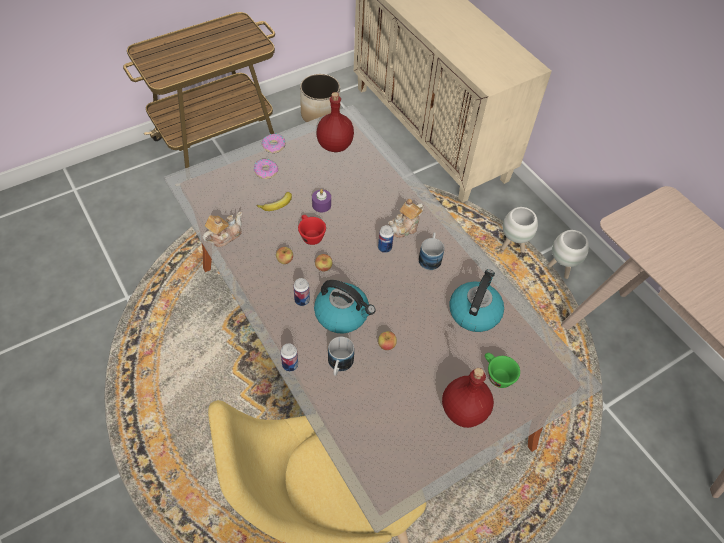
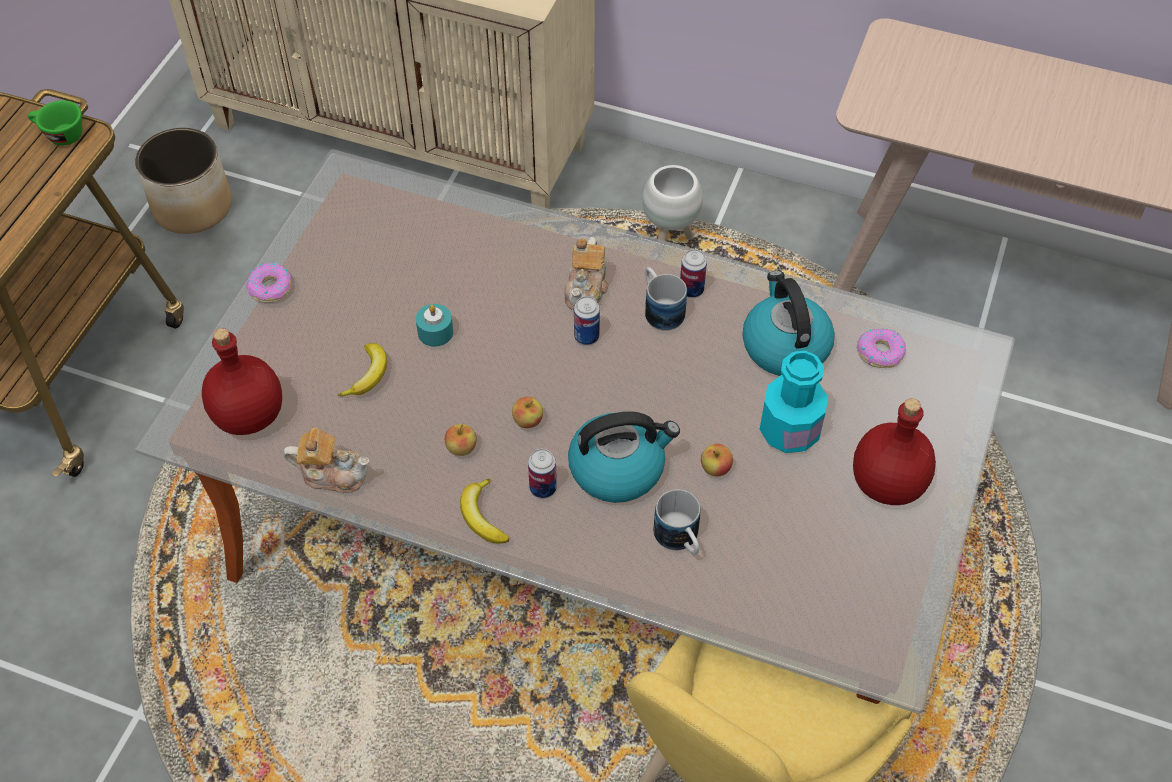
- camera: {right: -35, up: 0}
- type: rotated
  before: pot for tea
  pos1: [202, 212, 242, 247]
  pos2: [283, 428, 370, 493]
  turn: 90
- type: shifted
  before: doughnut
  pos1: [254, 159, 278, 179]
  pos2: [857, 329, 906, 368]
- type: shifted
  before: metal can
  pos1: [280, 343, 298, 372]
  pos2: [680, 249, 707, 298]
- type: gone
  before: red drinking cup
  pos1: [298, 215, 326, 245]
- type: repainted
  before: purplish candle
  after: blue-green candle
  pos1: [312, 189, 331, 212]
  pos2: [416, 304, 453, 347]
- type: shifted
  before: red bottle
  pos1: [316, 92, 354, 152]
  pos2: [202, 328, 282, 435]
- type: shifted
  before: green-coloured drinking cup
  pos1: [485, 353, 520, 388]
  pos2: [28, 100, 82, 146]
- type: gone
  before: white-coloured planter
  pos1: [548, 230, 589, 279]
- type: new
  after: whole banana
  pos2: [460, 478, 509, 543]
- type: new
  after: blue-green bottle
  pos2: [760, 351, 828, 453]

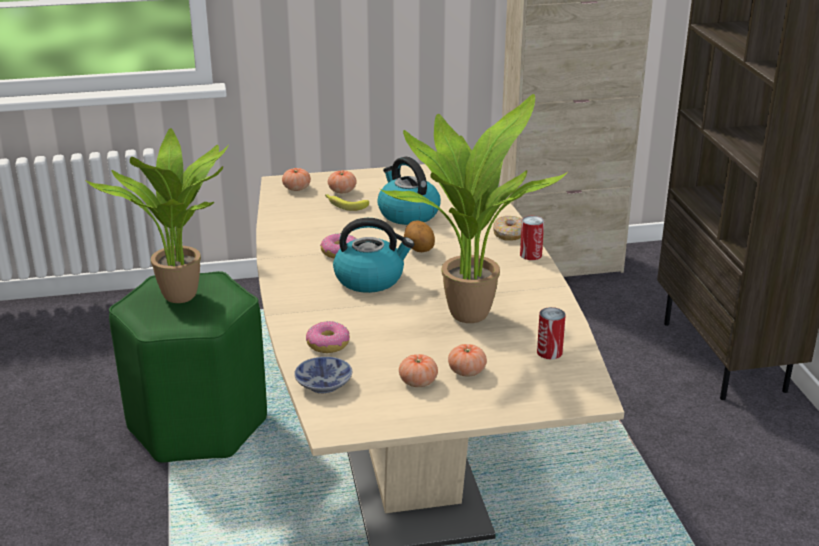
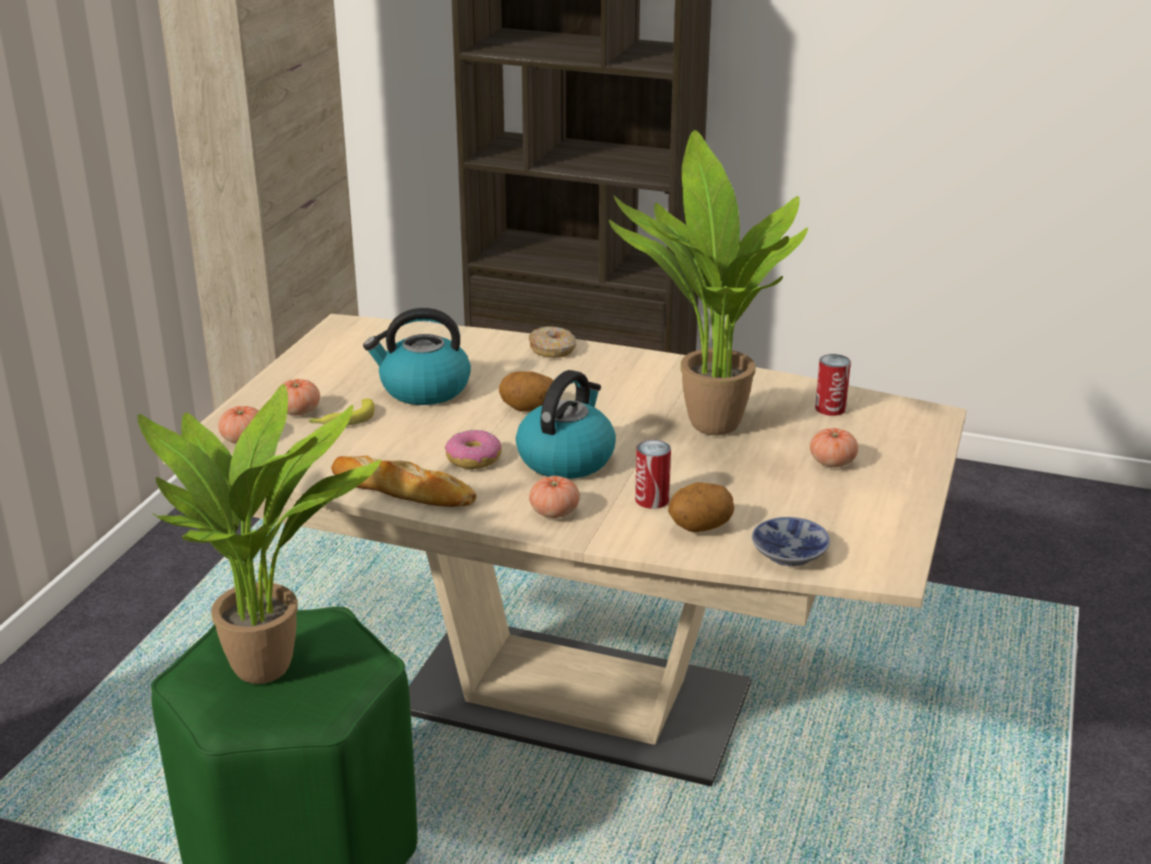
- camera: {right: -60, up: 0}
- type: swapped
  before: doughnut
  after: potato
  pos1: [306, 321, 350, 353]
  pos2: [668, 482, 734, 532]
- type: shifted
  before: whole tomato
  pos1: [399, 354, 438, 387]
  pos2: [529, 476, 580, 518]
- type: shifted
  before: metal can
  pos1: [520, 216, 544, 260]
  pos2: [635, 440, 671, 509]
- type: new
  after: baked bread
  pos2: [331, 455, 477, 507]

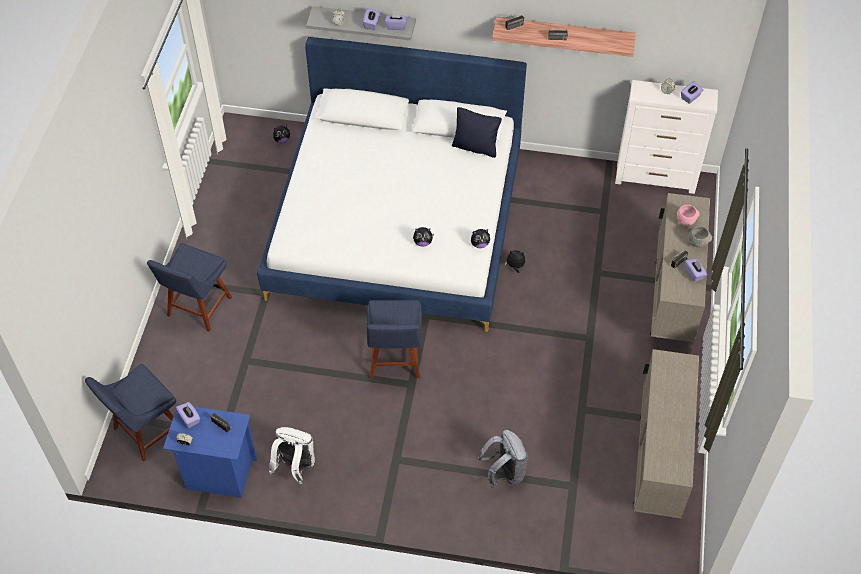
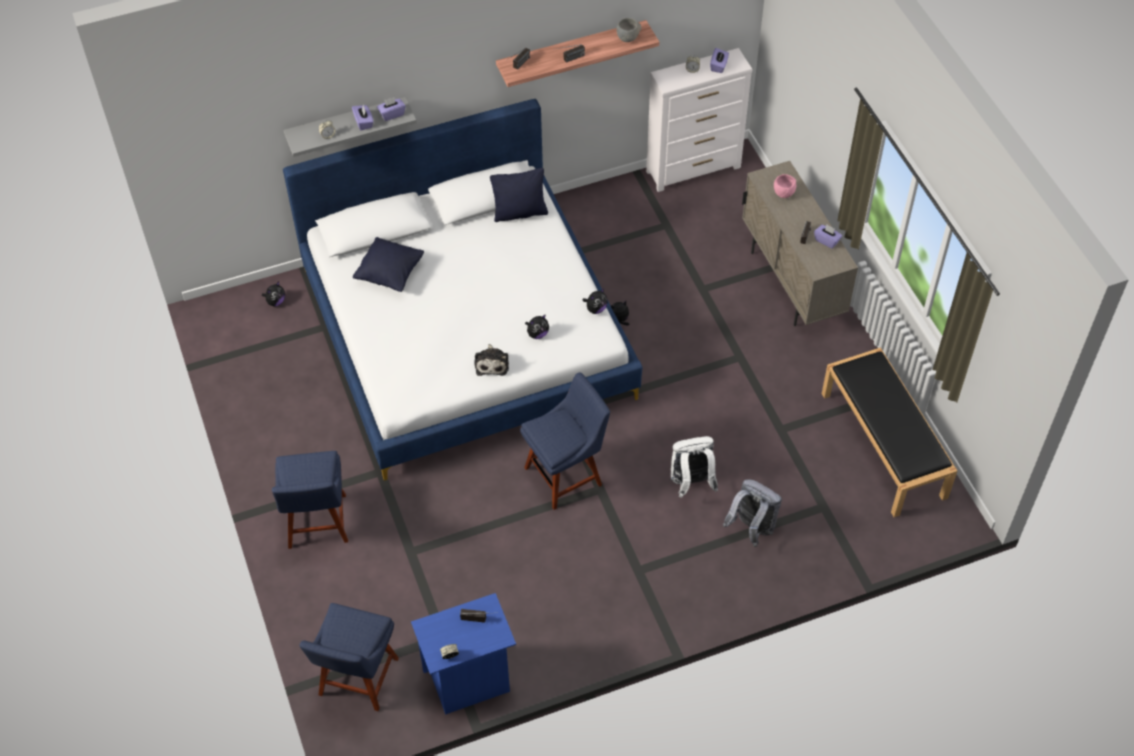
- camera: {right: -30, up: 0}
- type: gone
  before: purplish tissue holder
  pos1: [176, 402, 200, 428]
- type: shifted
  before: white-coloured backpack
  pos1: [269, 427, 315, 484]
  pos2: [670, 436, 719, 498]
- type: rotated
  before: blue chair
  pos1: [367, 300, 422, 379]
  pos2: [520, 372, 610, 510]
  turn: -90
- type: swapped
  before: sand-coloured storage cabinet
  after: blackish bench
  pos1: [633, 349, 699, 518]
  pos2: [822, 347, 957, 517]
- type: shifted
  before: grey deep dish
  pos1: [689, 226, 712, 248]
  pos2: [616, 18, 641, 42]
- type: new
  after: blackish cushion
  pos2: [353, 237, 424, 292]
- type: new
  after: soft toy
  pos2: [474, 344, 509, 376]

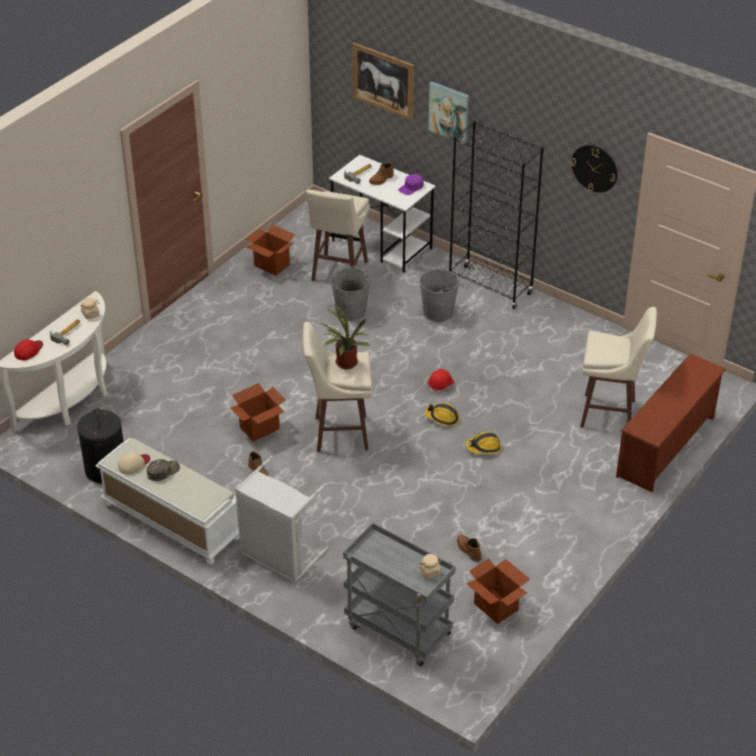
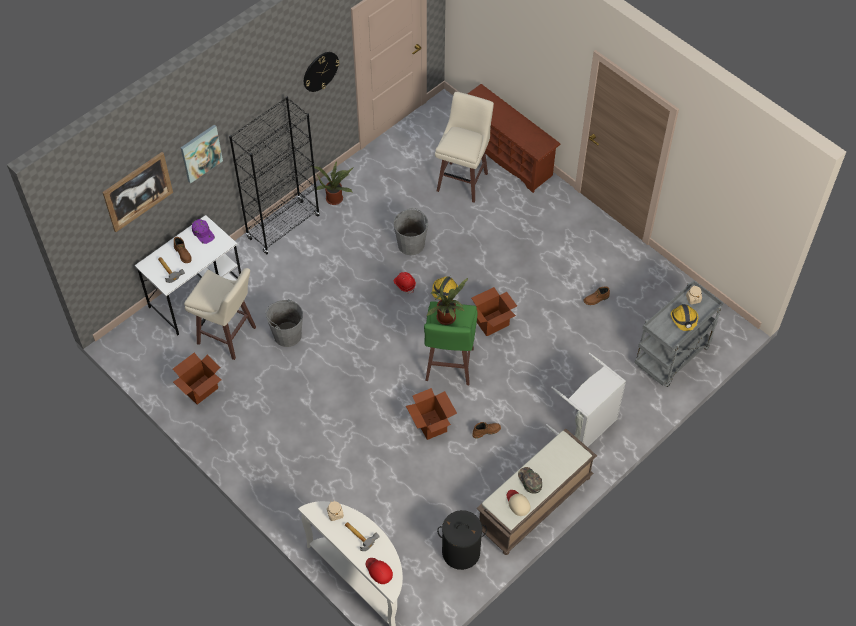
- camera: {right: -80, up: 15}
- type: repainted
  before: white-coloured bench
  after: brownish bench
  pos1: [96, 438, 239, 565]
  pos2: [476, 428, 597, 555]
- type: repainted
  before: sand-coloured sitting stool
  after: green-coloured sitting stool
  pos1: [303, 322, 372, 452]
  pos2: [424, 301, 477, 385]
- type: shifted
  before: grey bucket
  pos1: [420, 267, 461, 322]
  pos2: [393, 208, 428, 255]
- type: shifted
  before: hard hat
  pos1: [466, 432, 502, 454]
  pos2: [671, 304, 698, 331]
- type: shifted
  before: carton
  pos1: [466, 558, 530, 624]
  pos2: [471, 287, 517, 336]
- type: new
  after: houseplant
  pos2: [314, 161, 354, 205]

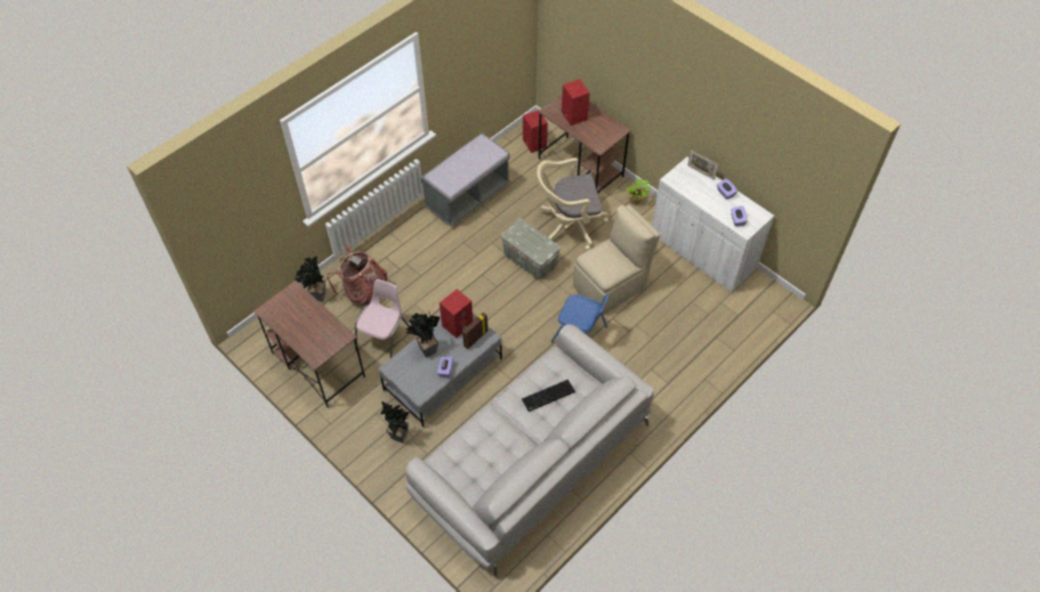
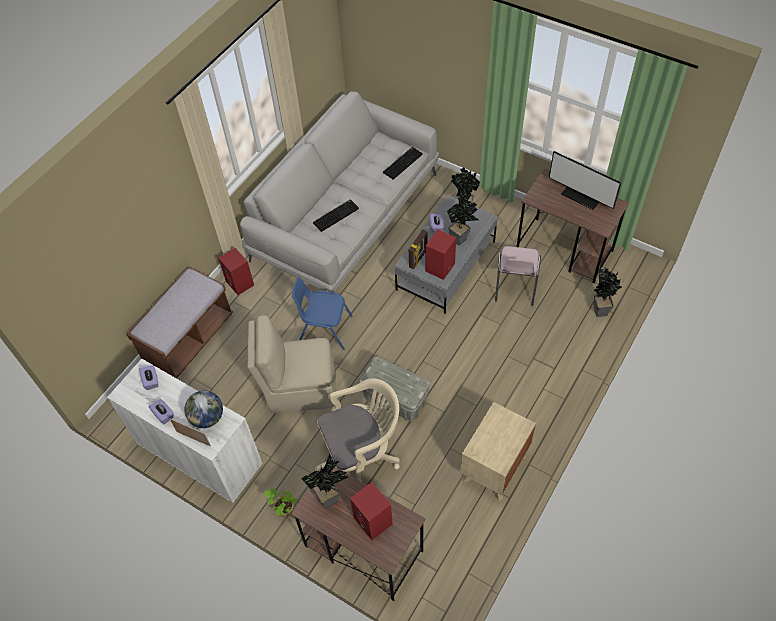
- camera: {right: 170, up: 0}
- type: gone
  before: backpack
  pos1: [327, 245, 387, 306]
- type: swapped
  before: grey bench
  after: sand-coloured bedside table
  pos1: [421, 133, 510, 227]
  pos2: [460, 402, 536, 501]
- type: shifted
  before: red speaker
  pos1: [523, 110, 548, 153]
  pos2: [218, 248, 254, 295]
- type: rotated
  before: sand-coloured chair
  pos1: [573, 205, 661, 315]
  pos2: [247, 315, 336, 413]
  turn: 45
- type: new
  after: brownish bench
  pos2: [127, 267, 233, 378]
- type: new
  after: world globe
  pos2: [184, 390, 223, 428]
- type: new
  after: houseplant
  pos2: [301, 454, 349, 509]
- type: new
  after: PC keyboard
  pos2: [383, 147, 423, 180]
- type: new
  after: computer display
  pos2: [549, 151, 621, 210]

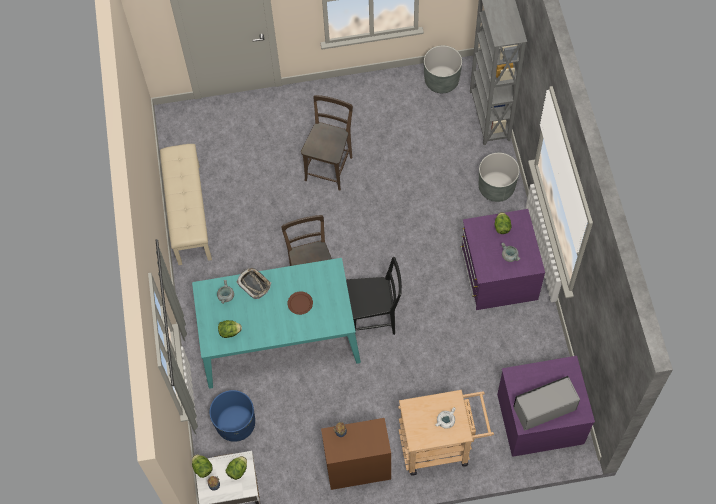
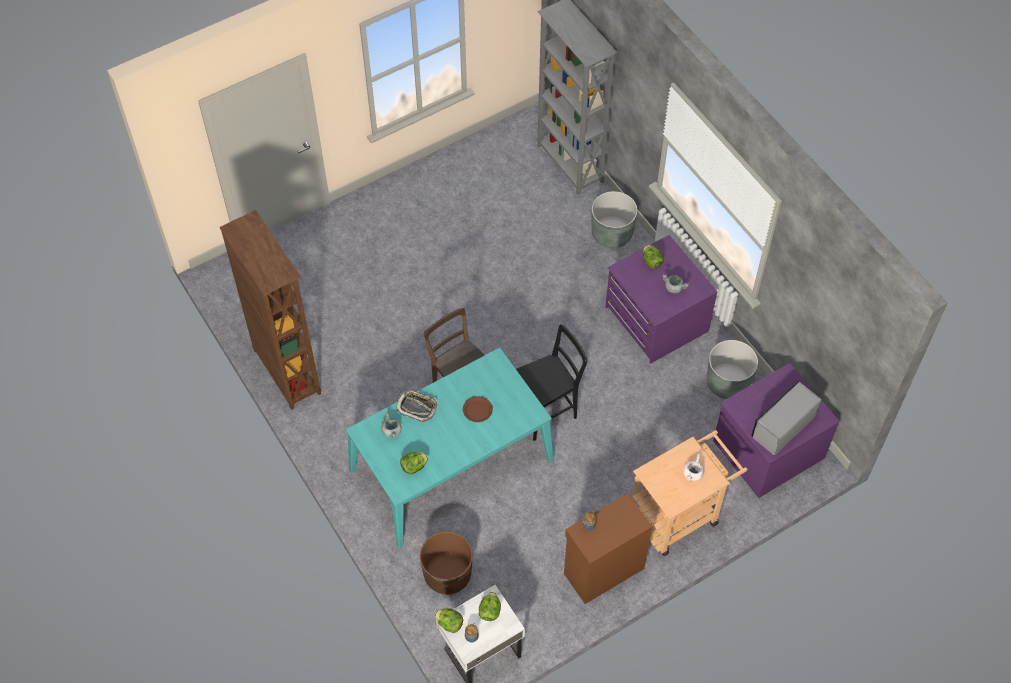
- camera: {right: -25, up: -5}
- type: swapped
  before: sand-coloured bench
  after: brownish shelving unit
  pos1: [160, 144, 212, 265]
  pos2: [220, 210, 321, 410]
- type: repainted
  before: blue planter
  after: brownish planter
  pos1: [209, 390, 255, 442]
  pos2: [420, 531, 473, 594]
- type: gone
  before: brownish chair
  pos1: [301, 95, 353, 191]
- type: shifted
  before: grey planter
  pos1: [424, 45, 462, 93]
  pos2: [707, 340, 758, 399]

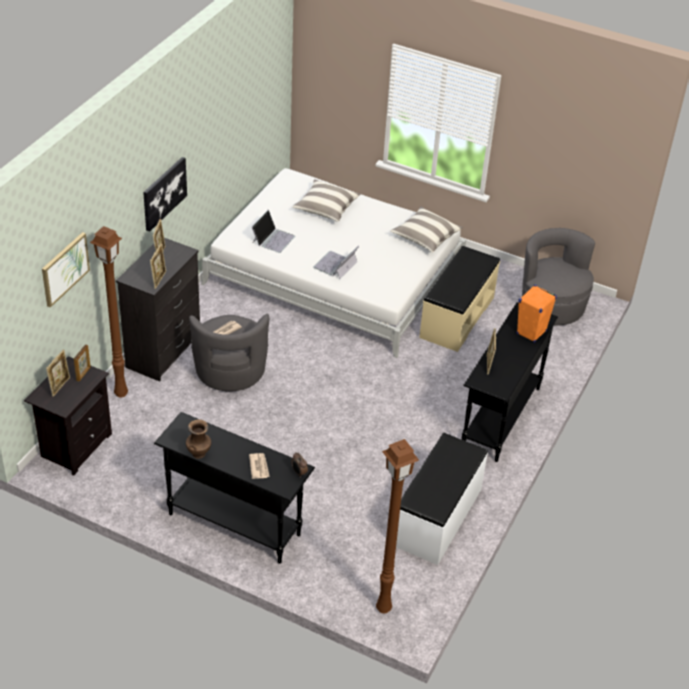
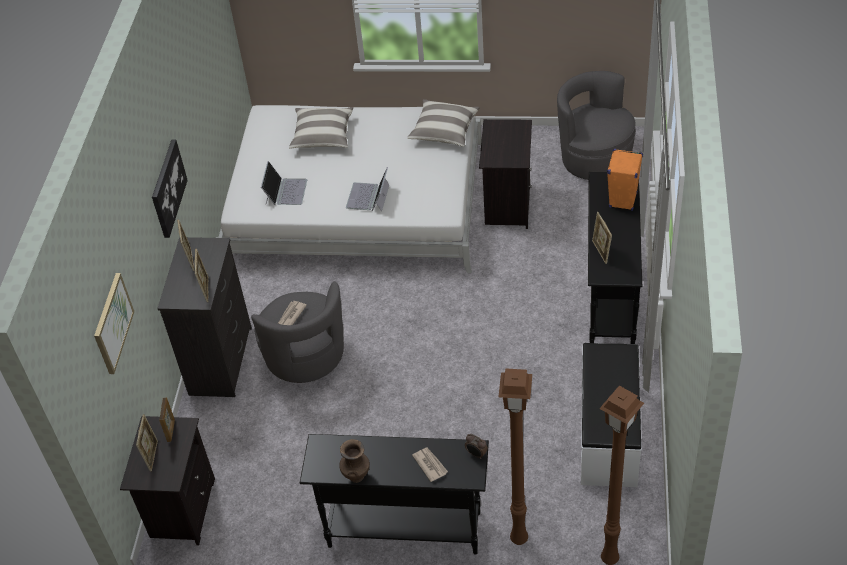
- camera: {right: -15, up: 5}
- type: shifted
  before: brownish standing lamp
  pos1: [90, 226, 128, 398]
  pos2: [499, 368, 532, 545]
- type: swapped
  before: sand-coloured bench
  after: blackish bedside table
  pos1: [419, 246, 500, 352]
  pos2: [479, 119, 532, 229]

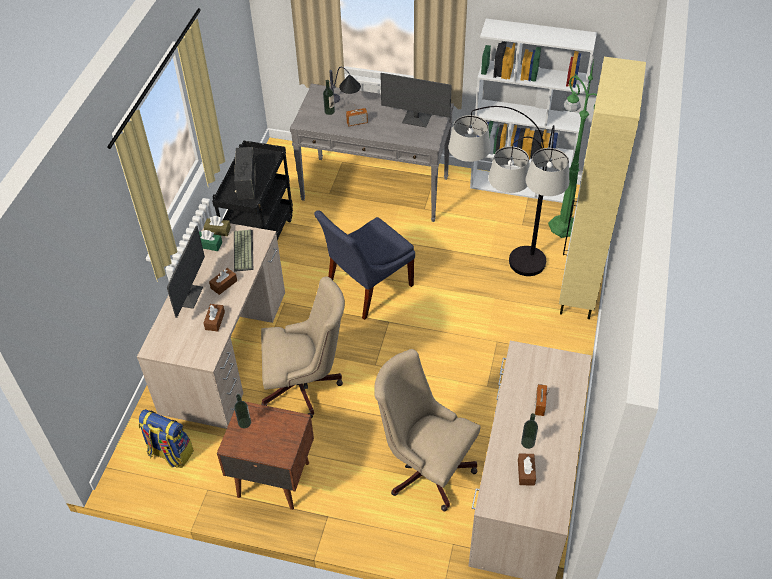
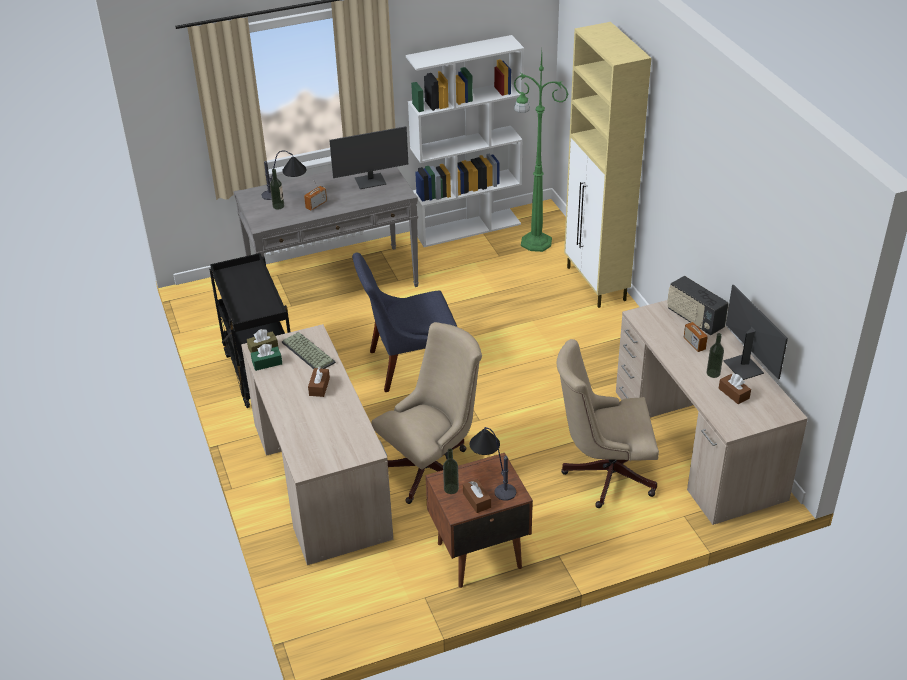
- camera: {right: -35, up: -10}
- type: gone
  before: backpack
  pos1: [139, 409, 194, 468]
- type: shifted
  before: computer display
  pos1: [167, 226, 205, 318]
  pos2: [723, 285, 788, 380]
- type: shifted
  before: brownish tissue holder
  pos1: [203, 304, 225, 331]
  pos2: [463, 479, 491, 513]
- type: shifted
  before: radio receiver
  pos1: [234, 147, 256, 200]
  pos2: [667, 276, 728, 335]
- type: rotated
  before: blue chair
  pos1: [314, 210, 415, 320]
  pos2: [352, 252, 457, 392]
  turn: 60
- type: gone
  before: standing lamp
  pos1: [448, 106, 569, 276]
- type: new
  after: tabletop lamp
  pos2: [469, 427, 516, 501]

